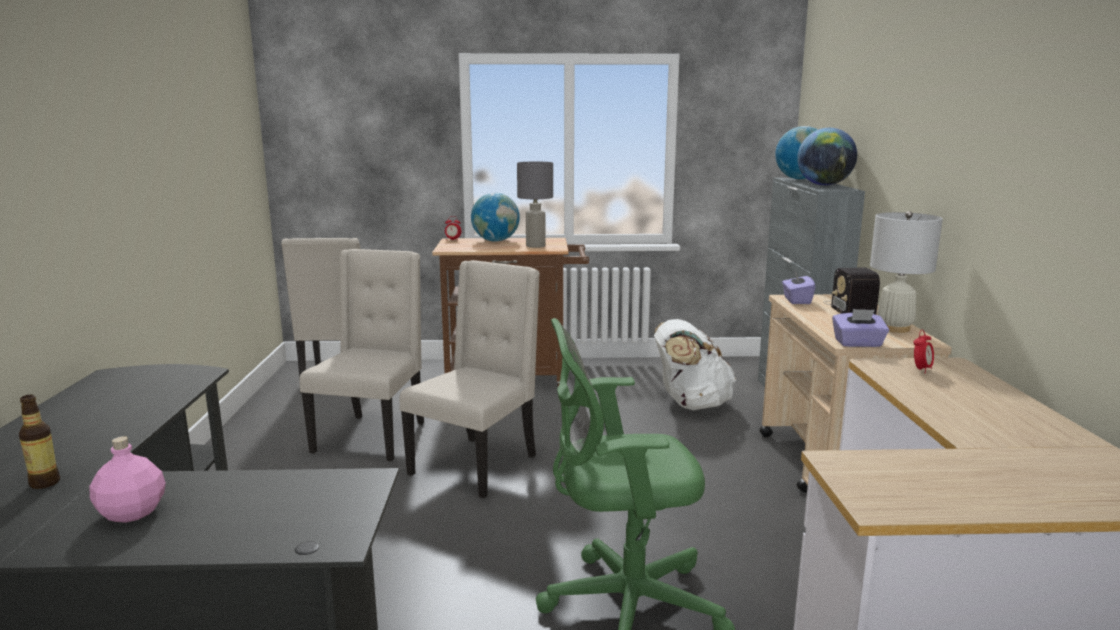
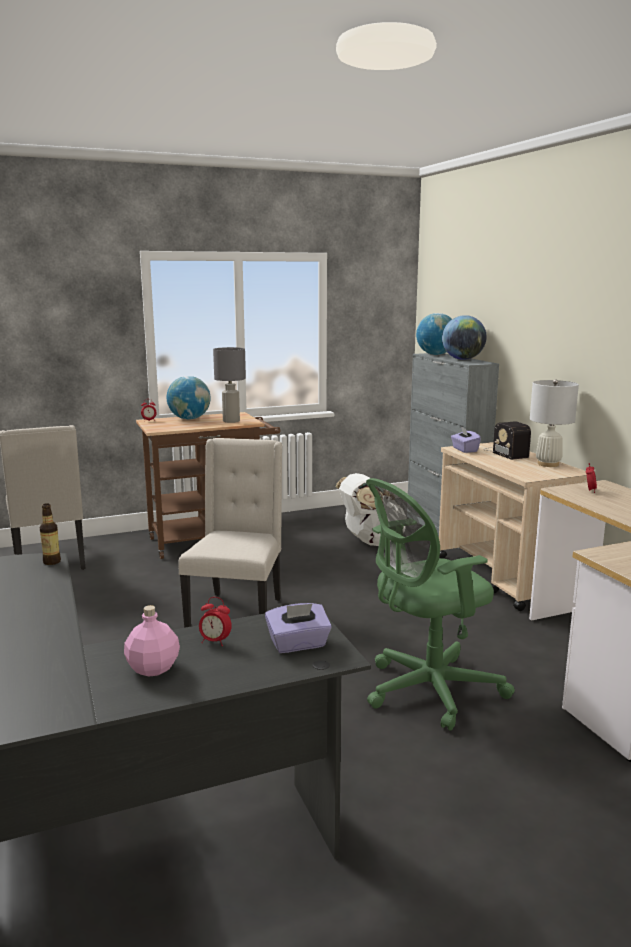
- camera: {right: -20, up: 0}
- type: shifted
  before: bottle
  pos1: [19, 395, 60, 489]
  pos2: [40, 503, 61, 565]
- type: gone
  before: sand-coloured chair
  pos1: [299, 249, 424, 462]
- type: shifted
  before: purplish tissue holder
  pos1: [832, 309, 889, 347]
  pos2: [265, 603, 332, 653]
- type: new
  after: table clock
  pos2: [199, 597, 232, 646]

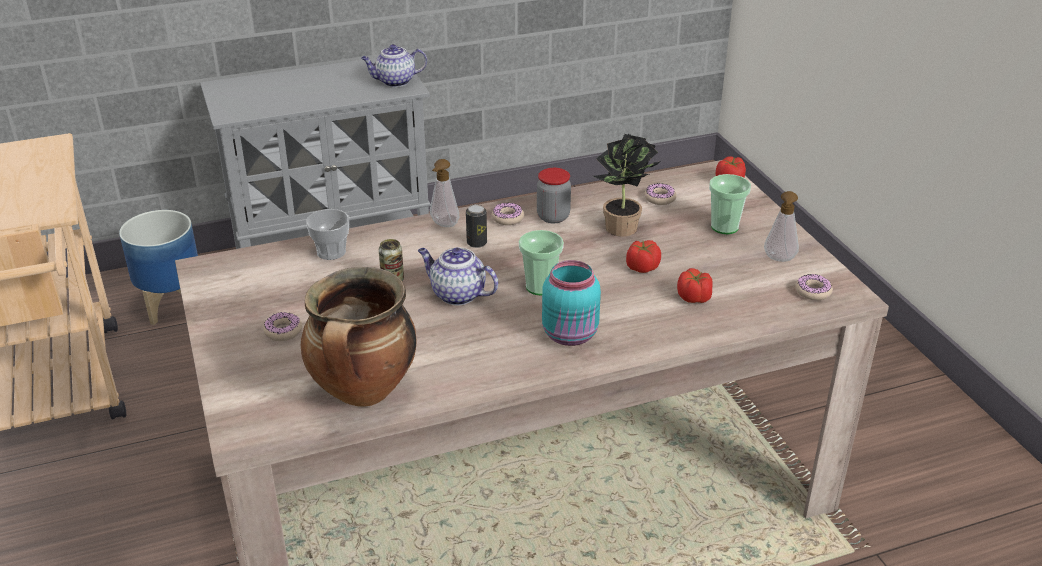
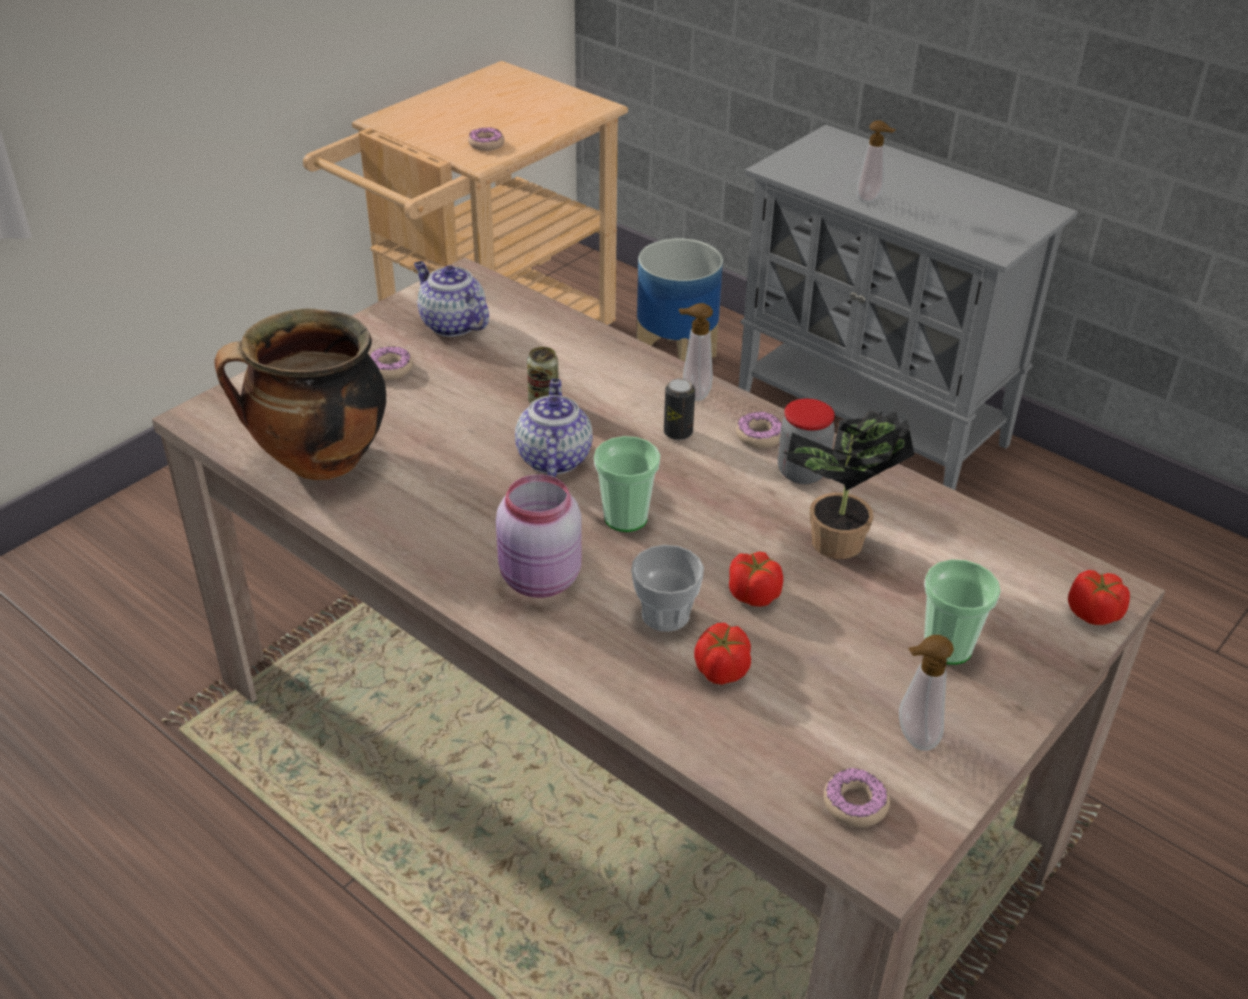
- camera: {right: 60, up: 5}
- type: shifted
  before: drinking cup
  pos1: [306, 209, 349, 260]
  pos2: [631, 545, 704, 632]
- type: shifted
  before: pot for tea
  pos1: [361, 44, 427, 87]
  pos2: [414, 261, 489, 337]
- type: repainted
  before: blue-green jar
  after: pink jar
  pos1: [542, 260, 601, 346]
  pos2: [496, 474, 582, 598]
- type: shifted
  before: doughnut
  pos1: [644, 183, 677, 205]
  pos2: [468, 127, 505, 151]
- type: new
  after: soap dispenser
  pos2: [857, 120, 896, 203]

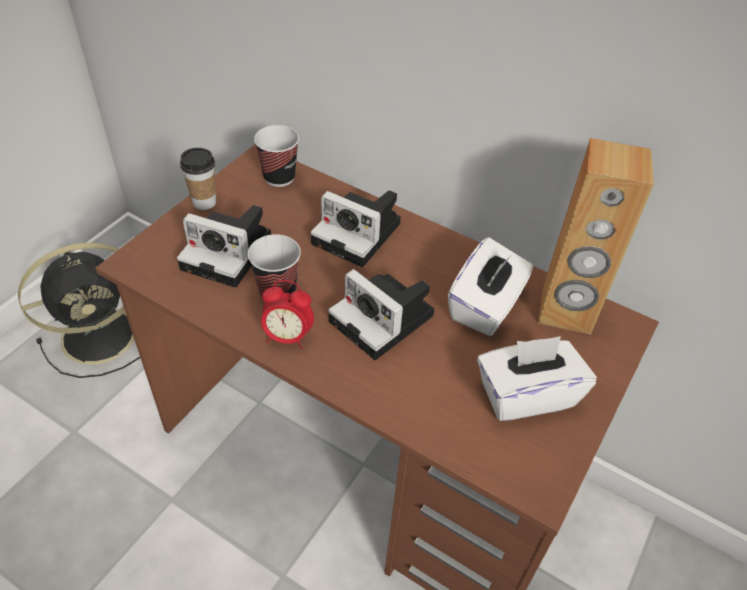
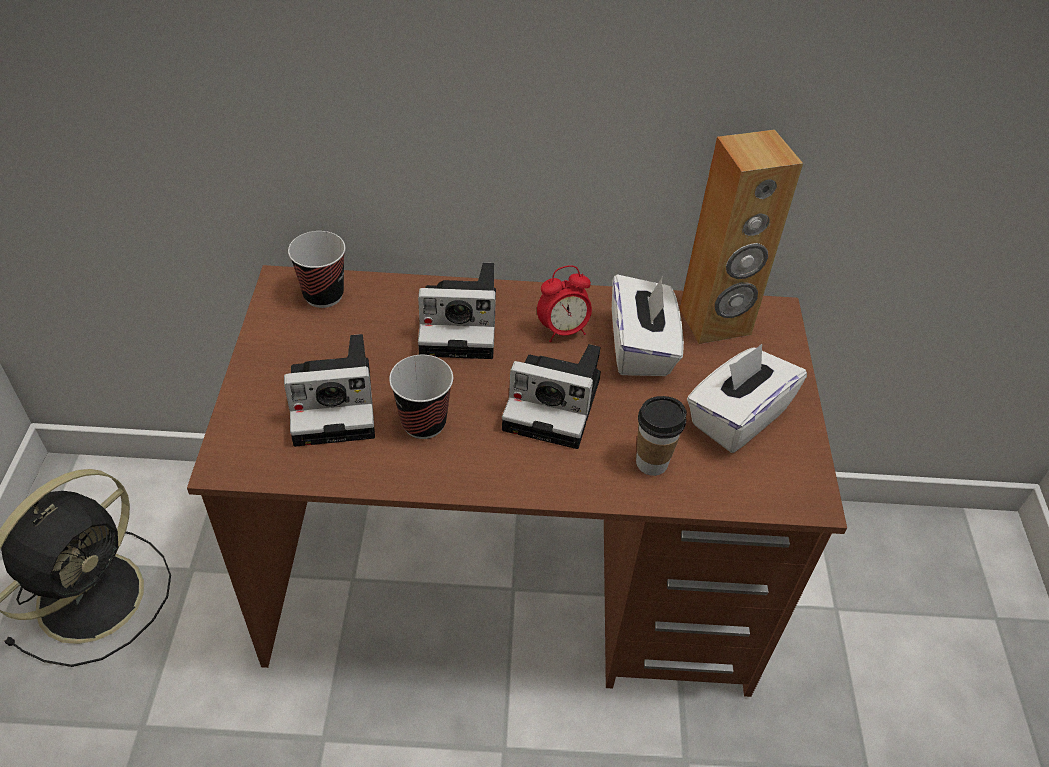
- camera: {right: -30, up: 0}
- type: shifted
  before: drinking cup
  pos1: [180, 148, 216, 210]
  pos2: [636, 396, 687, 476]
- type: shifted
  before: table clock
  pos1: [261, 280, 314, 349]
  pos2: [537, 265, 592, 342]

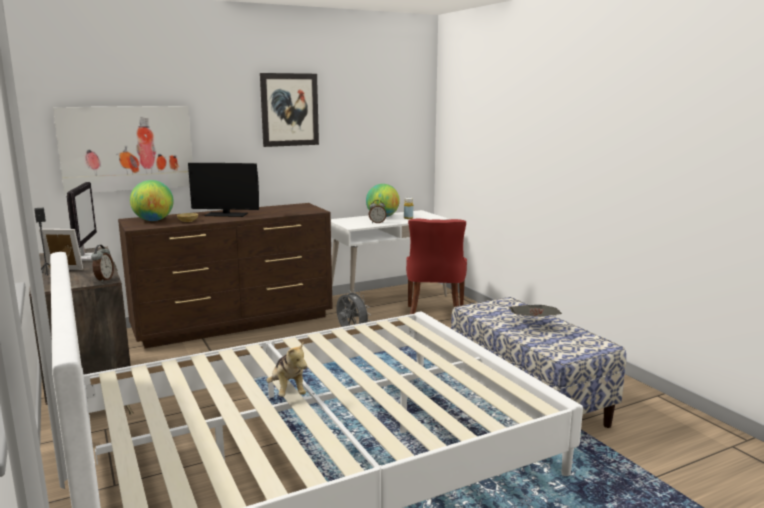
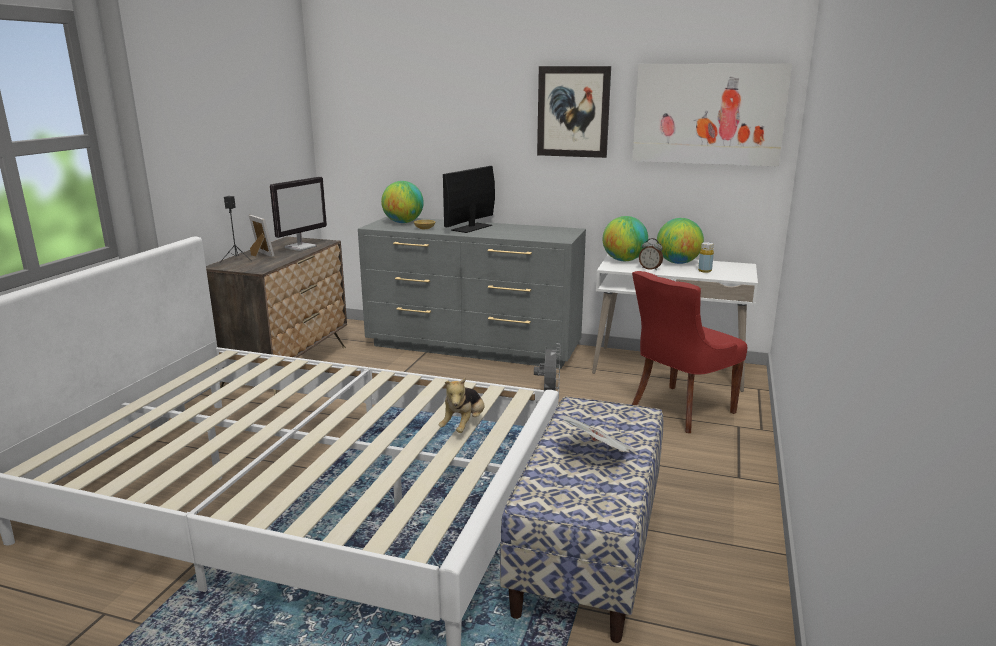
- camera: {right: 45, up: 5}
- type: shifted
  before: wall art
  pos1: [53, 106, 193, 194]
  pos2: [632, 63, 792, 167]
- type: gone
  before: table clock
  pos1: [91, 245, 114, 283]
- type: repainted
  before: brownish dresser
  after: grey dresser
  pos1: [118, 203, 333, 348]
  pos2: [358, 217, 586, 369]
- type: rotated
  before: computer display
  pos1: [188, 163, 259, 217]
  pos2: [443, 166, 495, 233]
  turn: 75
- type: shifted
  before: soft toy
  pos1: [266, 341, 307, 397]
  pos2: [438, 377, 485, 433]
- type: new
  after: world globe
  pos2: [603, 216, 648, 261]

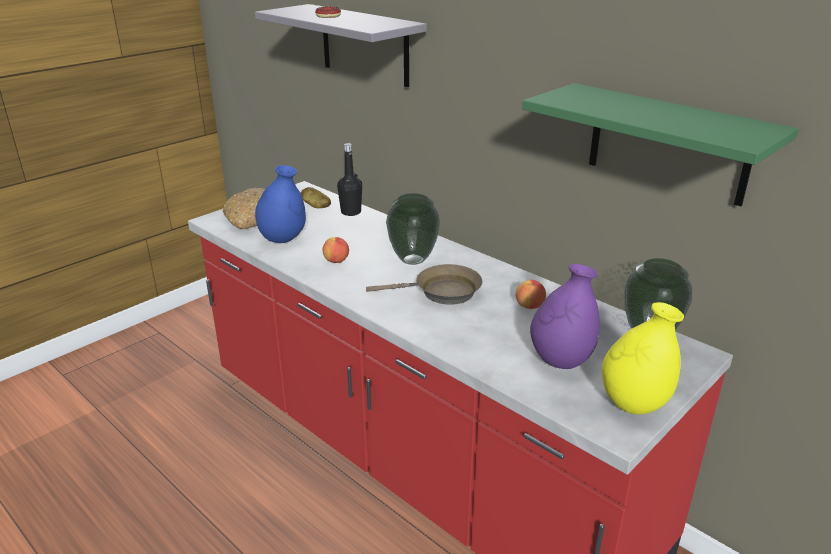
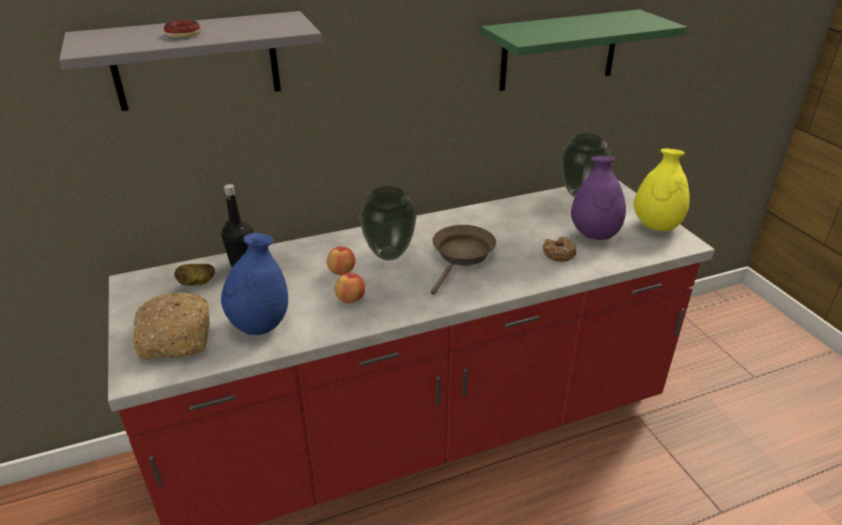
- camera: {right: -65, up: 5}
- type: shifted
  before: whole apple
  pos1: [516, 280, 546, 309]
  pos2: [327, 246, 355, 275]
- type: new
  after: doughnut
  pos2: [543, 237, 577, 262]

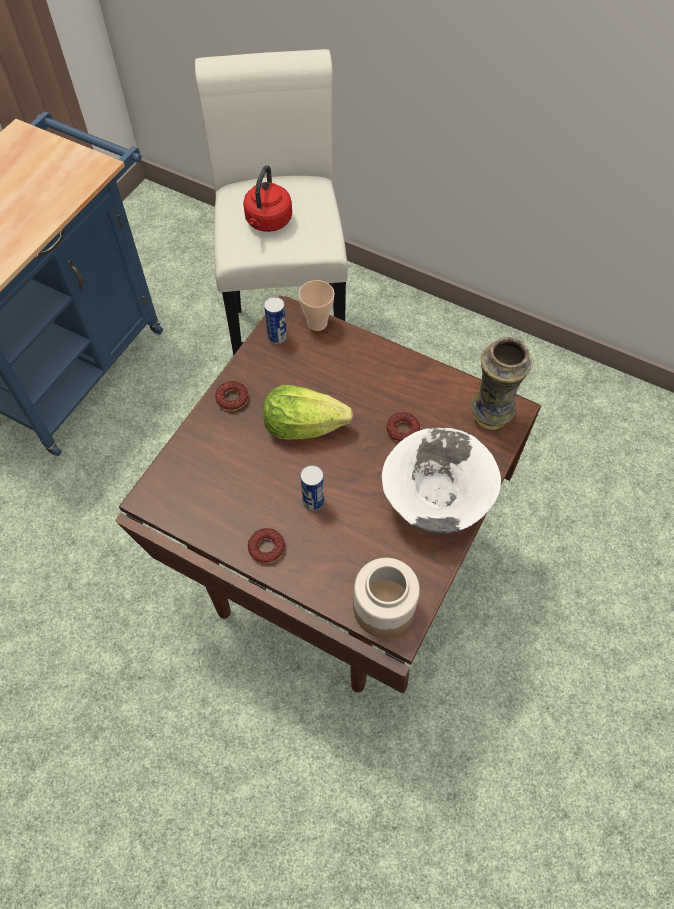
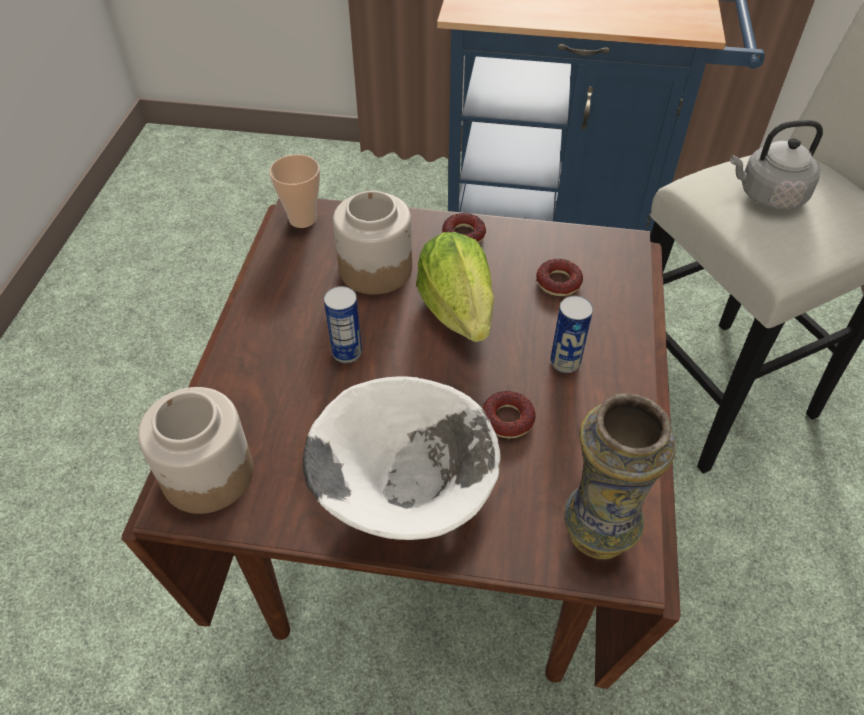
- camera: {right: 70, up: -10}
- type: repainted
  before: red tea kettle
  after: grey tea kettle
  pos1: [243, 165, 292, 232]
  pos2: [730, 120, 823, 210]
- type: shifted
  before: doughnut
  pos1: [248, 528, 285, 563]
  pos2: [536, 259, 583, 296]
- type: shifted
  before: metal can
  pos1: [264, 297, 287, 344]
  pos2: [550, 296, 593, 373]
- type: shifted
  before: drinking cup
  pos1: [298, 280, 335, 331]
  pos2: [269, 155, 320, 228]
- type: new
  after: jar
  pos2: [333, 191, 412, 295]

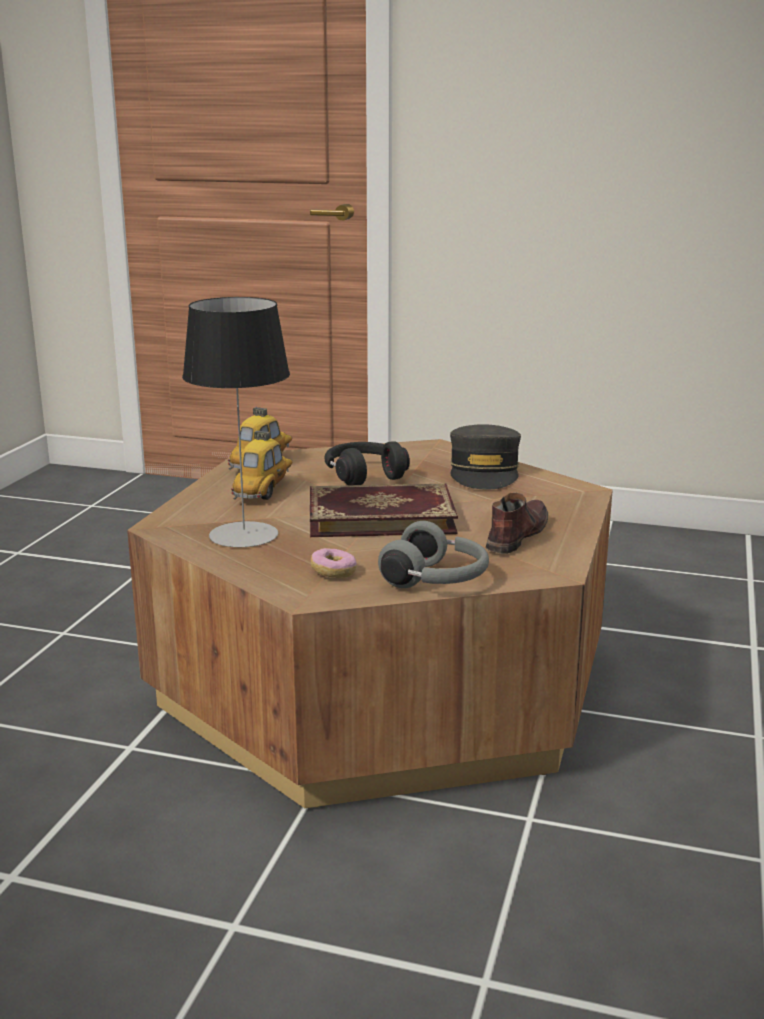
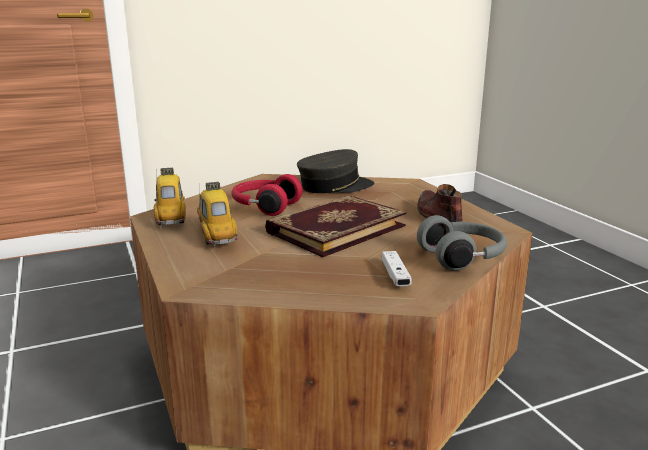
- camera: {right: -40, up: 0}
- type: gone
  before: tabletop lamp
  pos1: [182, 297, 290, 547]
- type: swapped
  before: doughnut
  after: white-coloured game controller
  pos1: [311, 548, 357, 578]
  pos2: [382, 251, 411, 287]
- type: repainted
  before: blackish headset
  after: red headset
  pos1: [324, 441, 410, 485]
  pos2: [231, 174, 303, 216]
- type: rotated
  before: grey peaked cap
  pos1: [450, 424, 521, 490]
  pos2: [297, 149, 374, 193]
  turn: -75

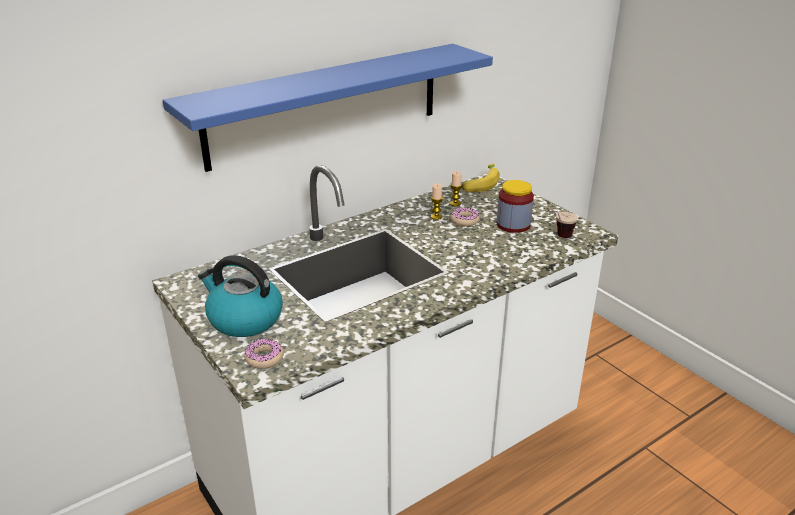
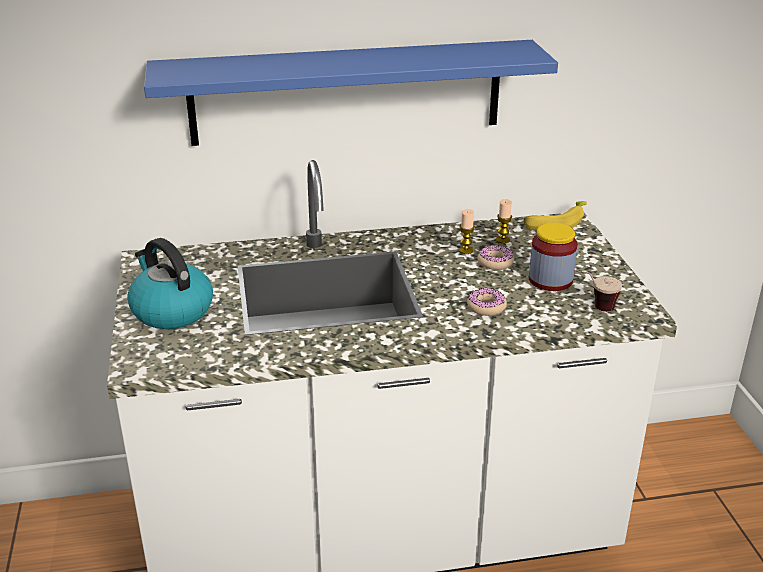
- camera: {right: 25, up: 0}
- type: shifted
  before: doughnut
  pos1: [244, 338, 284, 369]
  pos2: [467, 288, 507, 316]

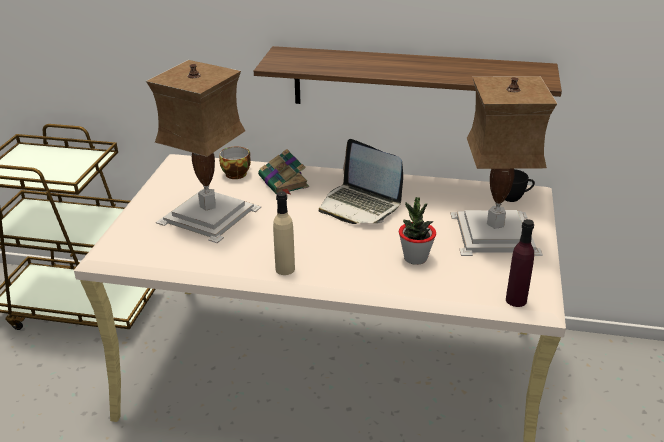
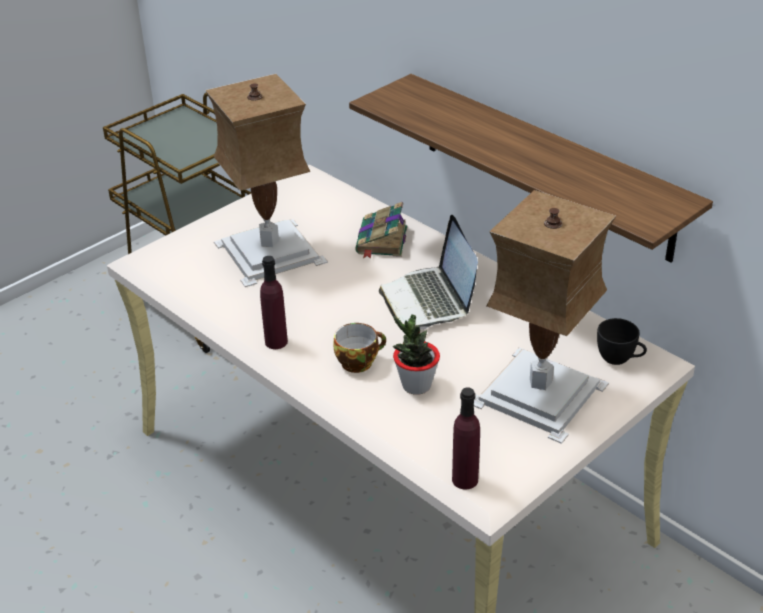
- camera: {right: 35, up: 5}
- type: shifted
  before: drinking cup
  pos1: [219, 147, 251, 179]
  pos2: [333, 323, 386, 373]
- type: repainted
  before: sand-coloured bottle
  after: purplish bottle
  pos1: [273, 191, 295, 275]
  pos2: [260, 256, 288, 349]

